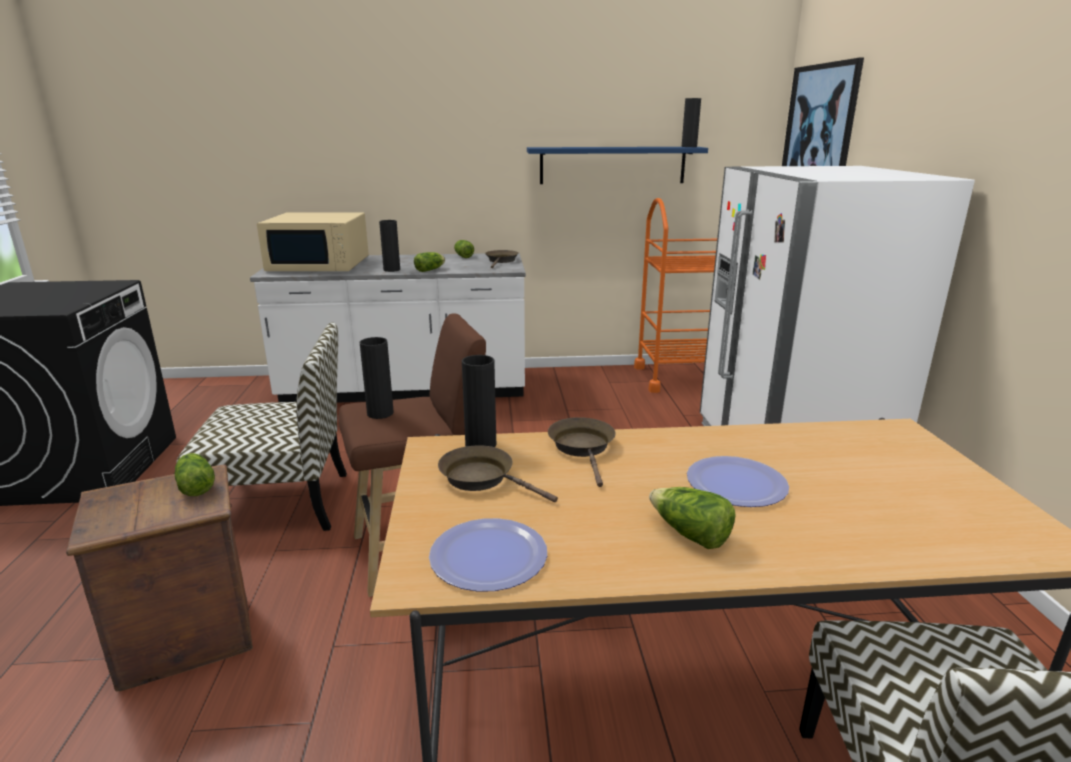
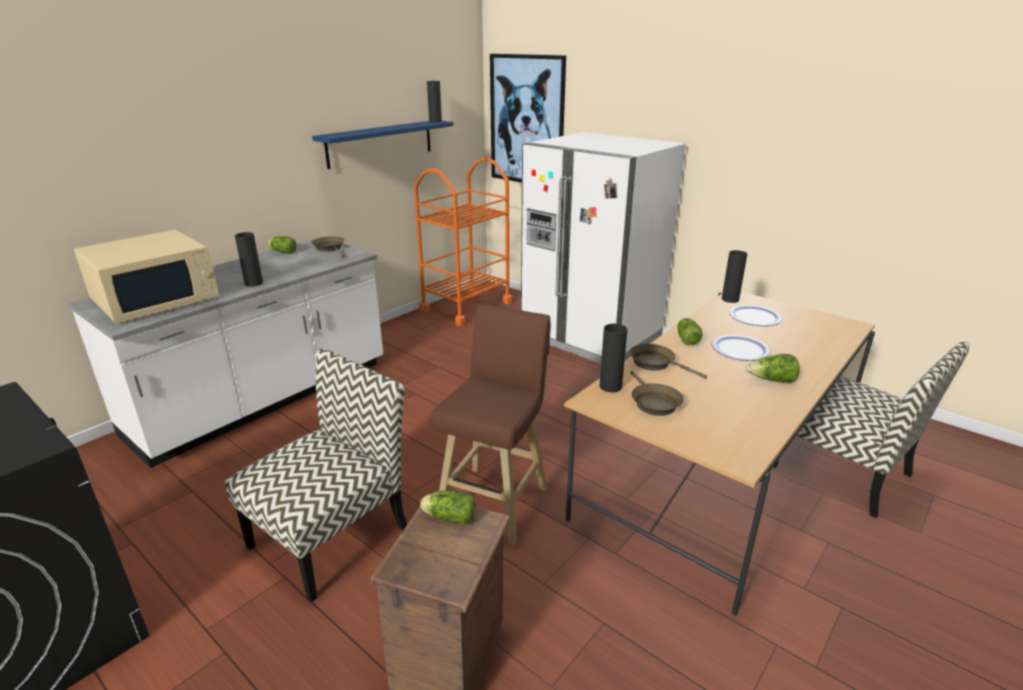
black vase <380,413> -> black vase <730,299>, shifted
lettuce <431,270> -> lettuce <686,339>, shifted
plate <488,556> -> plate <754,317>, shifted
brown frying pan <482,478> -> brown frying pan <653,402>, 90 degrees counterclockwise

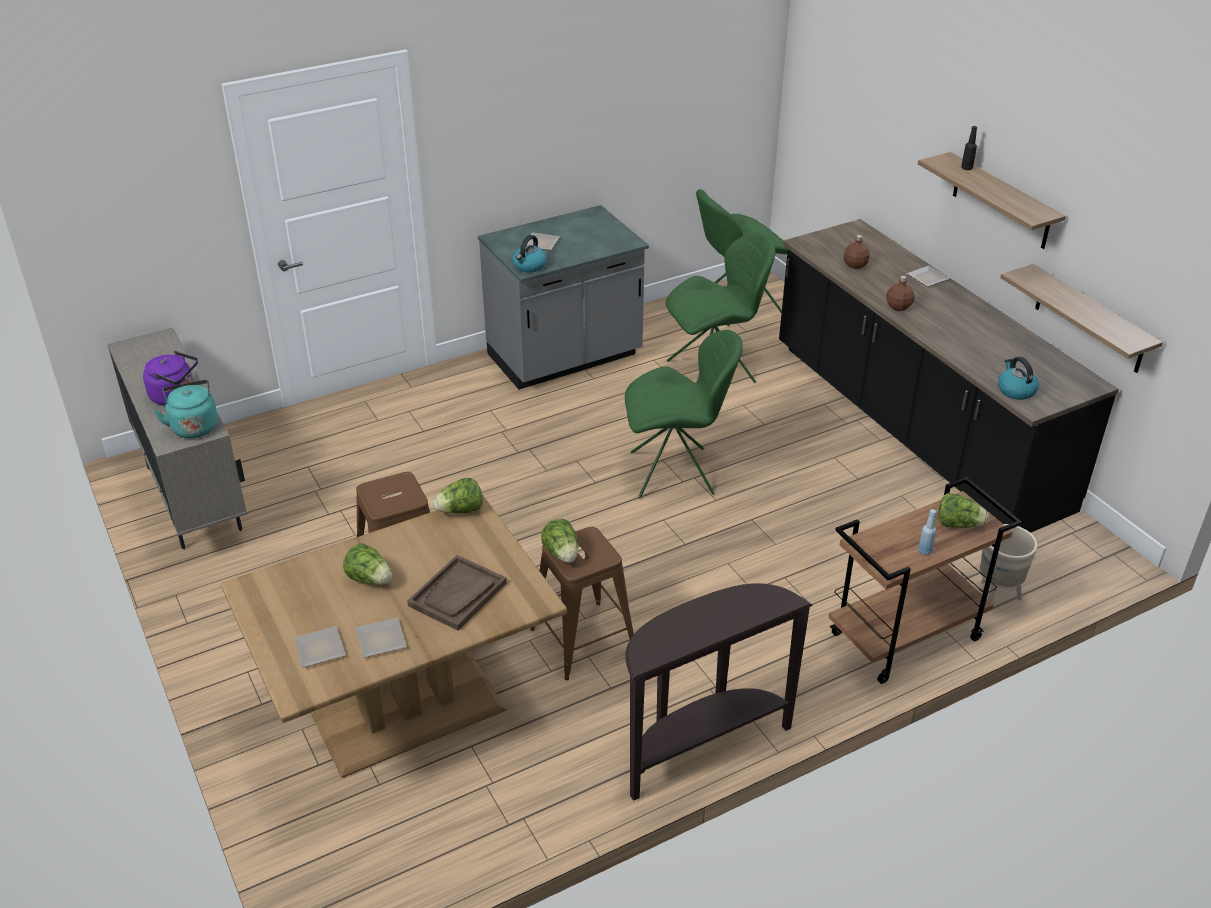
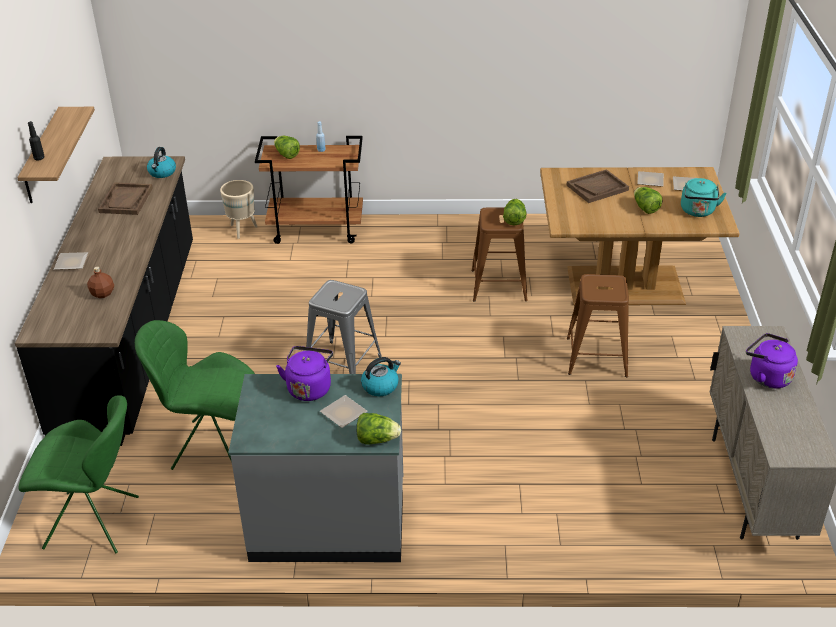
brown console table <700,746> -> none
brown bottle <899,307> -> none
shelf <1090,320> -> none
none -> brown tray <126,200>
none -> purple kettle <309,387>
turquoise kettle <194,426> -> turquoise kettle <698,212>, shifted
lettuce <460,510> -> lettuce <377,439>, shifted
green chair <676,473> -> grey stool <343,366>

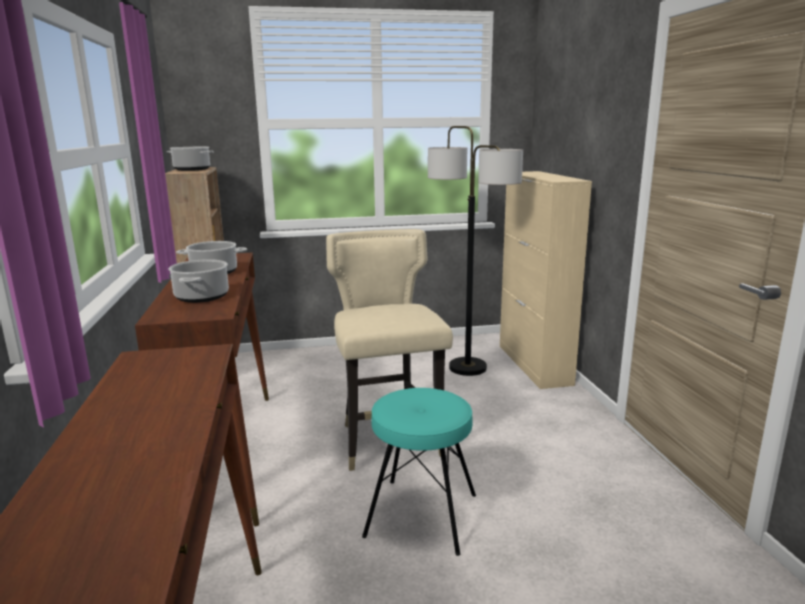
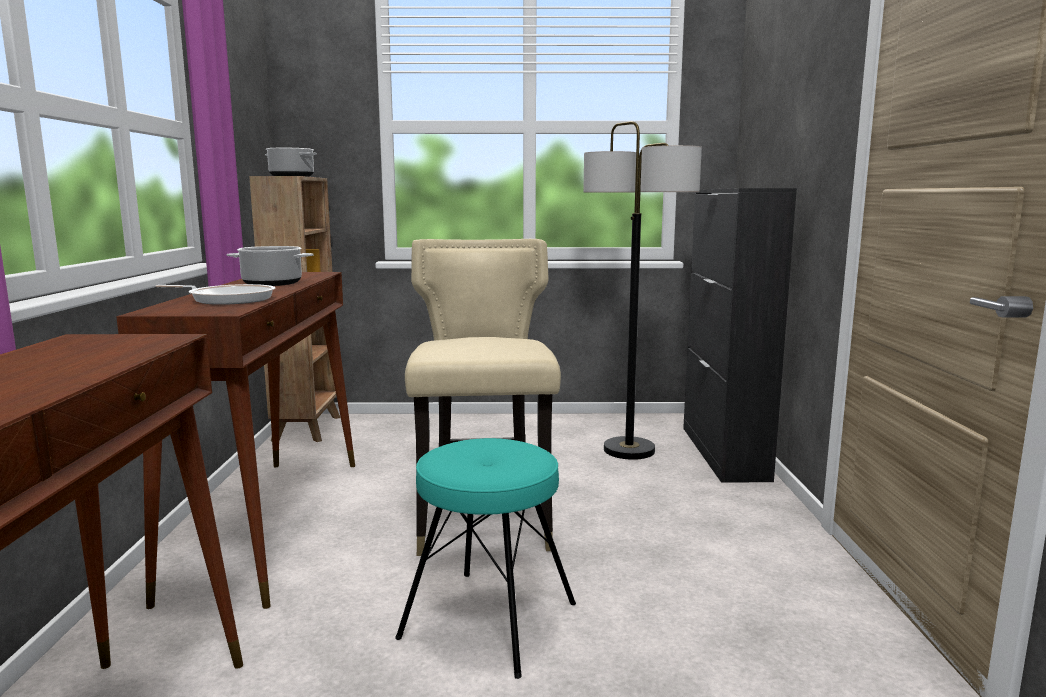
cooking pot <201,297> -> frying pan <228,299>
beige cabinet <534,364> -> black cabinet <723,453>

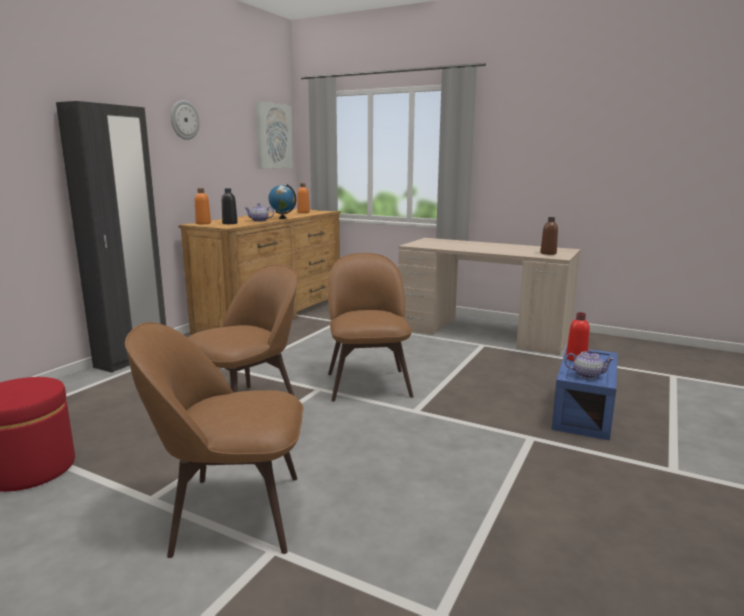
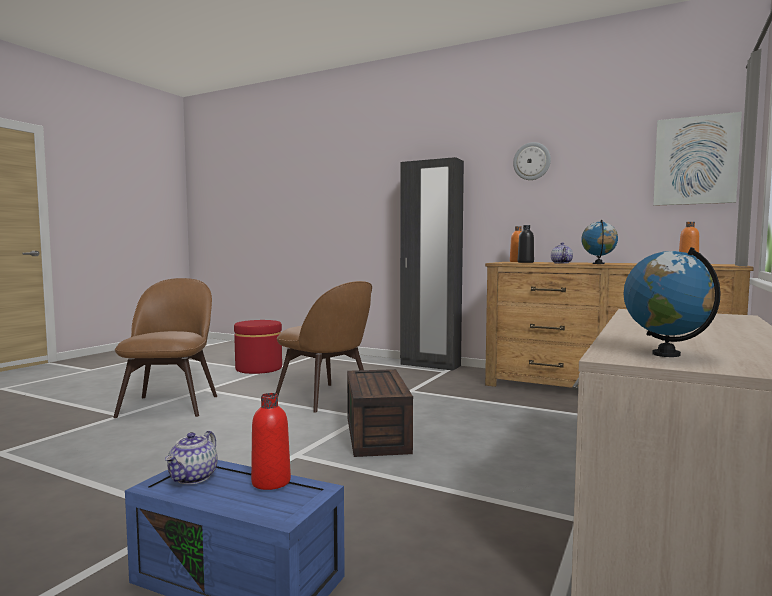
brown chair <368,383> -> brown storage box <379,435>
brown bottle <548,253> -> globe <666,354>

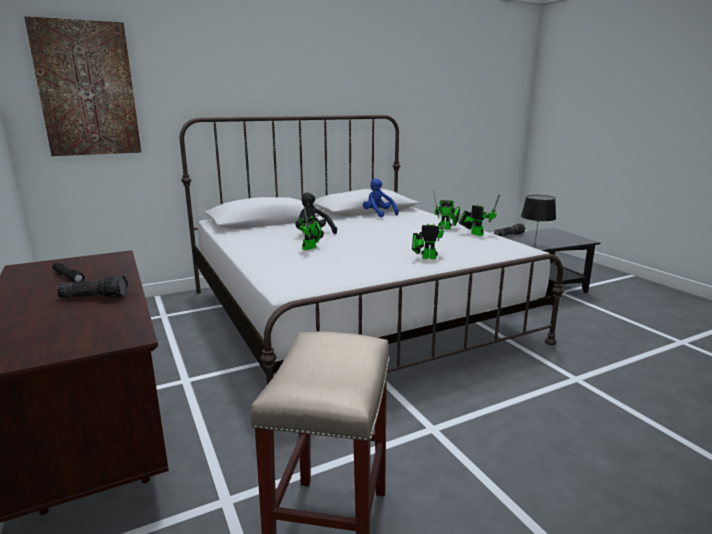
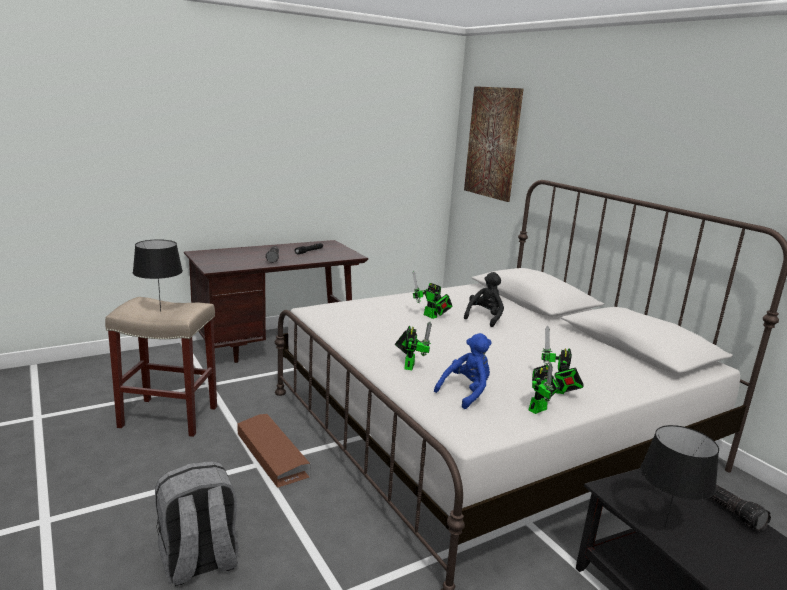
none -> black table lamp <161,311>
none -> grey backpack <199,562>
none -> brown storage box <272,454>
blue plush toy <378,214> -> blue plush toy <466,393>, shifted

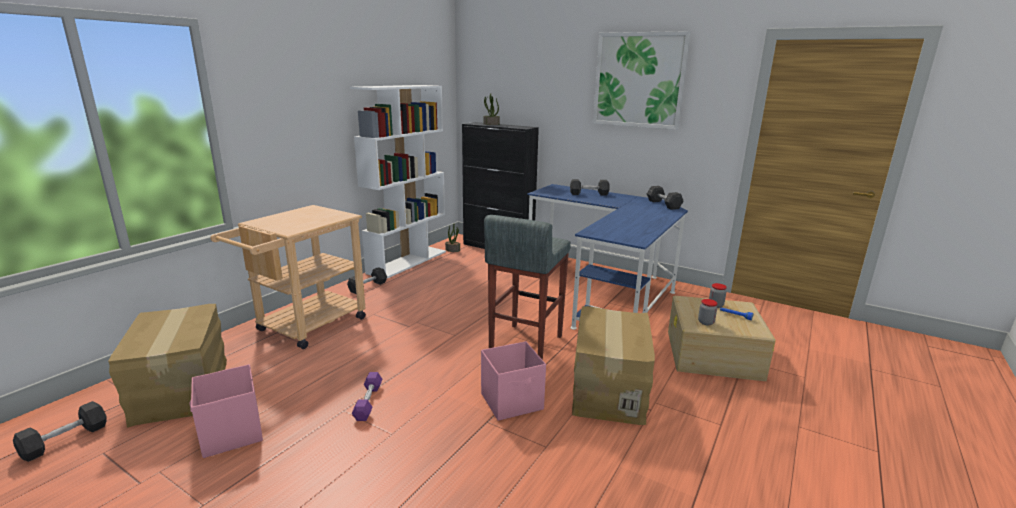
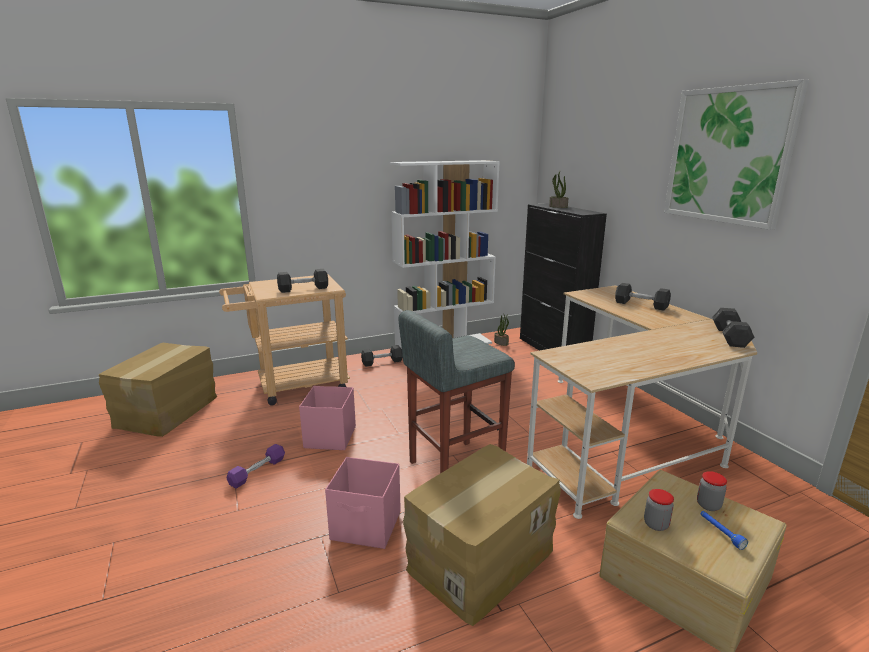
grey dumbbell <65,440> -> grey dumbbell <303,289>, shifted
pink storage box <231,434> -> pink storage box <329,438>, shifted
blue desk <606,289> -> beige desk <628,433>

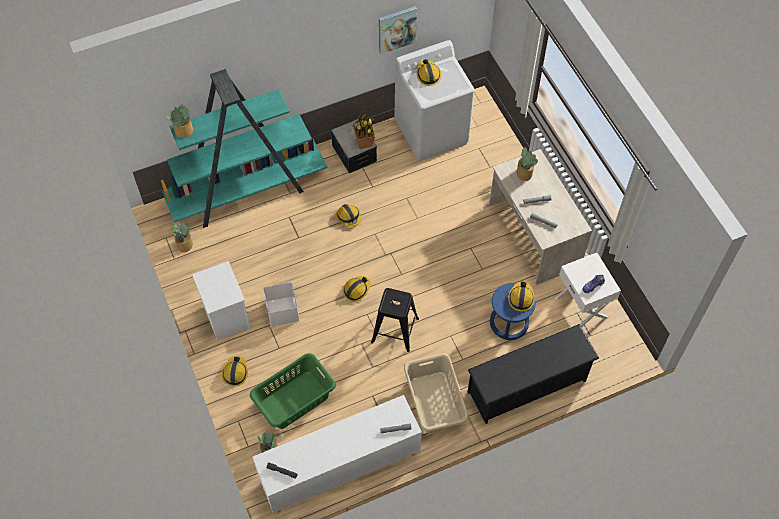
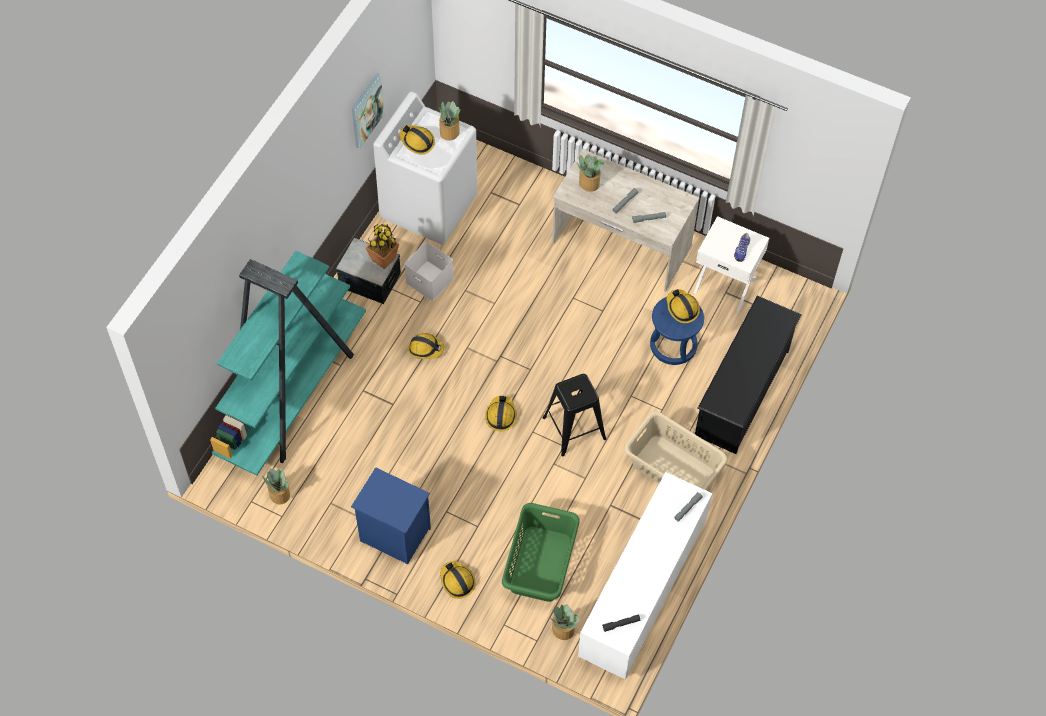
potted plant <183,131> -> potted plant <449,132>, shifted
white storage box <282,311> -> white storage box <428,281>, shifted
white nightstand <225,316> -> blue nightstand <393,535>

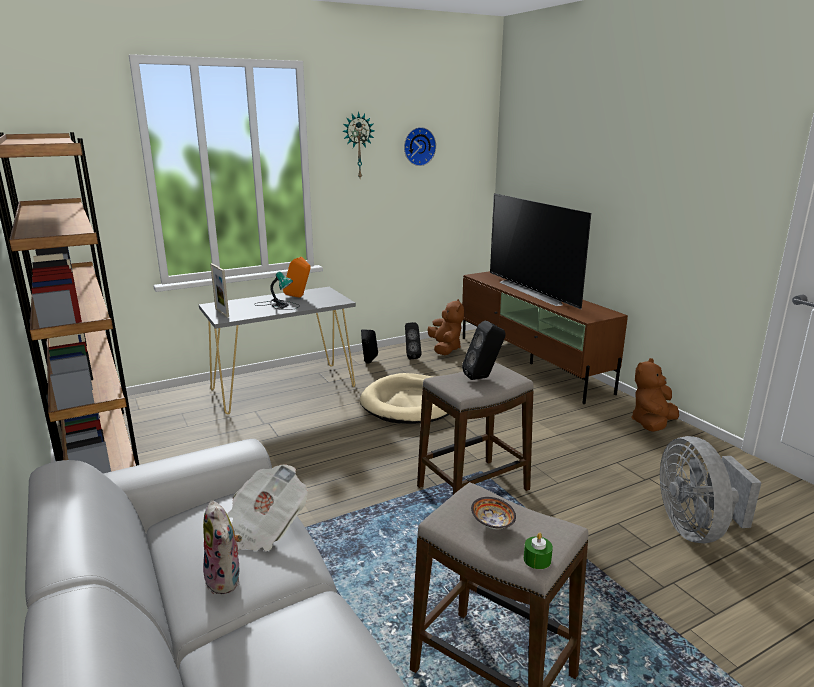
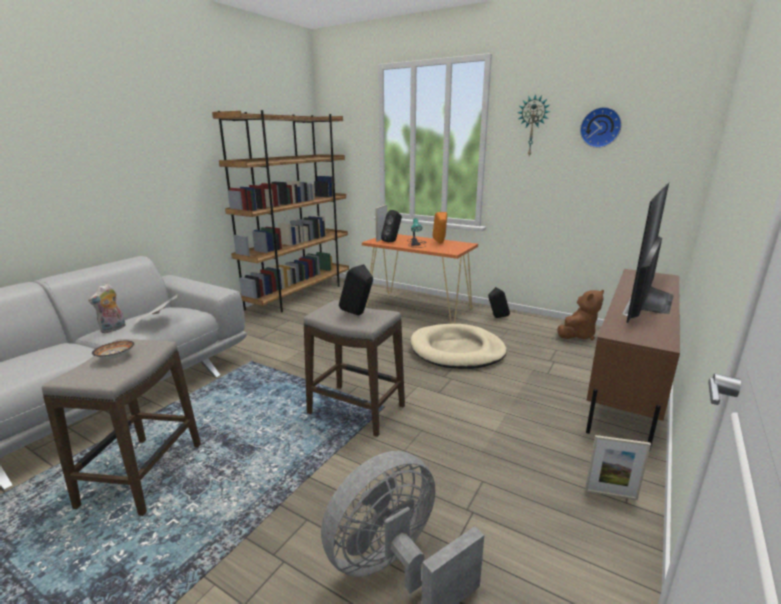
green candle <537,559> -> none
black speaker <411,356> -> black speaker <392,241>, shifted
brown plush toy <652,424> -> picture frame <610,494>
grey console table <284,388> -> orange console table <418,307>

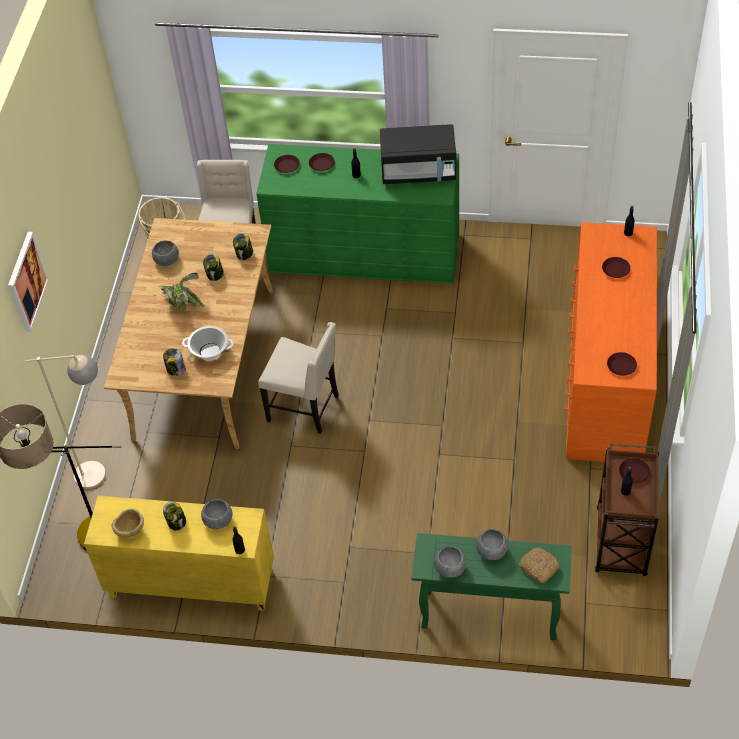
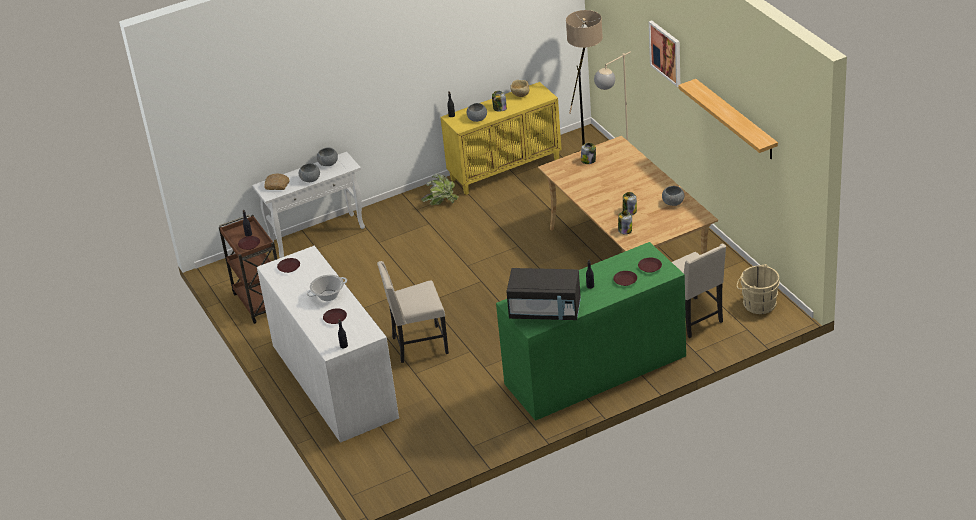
none -> shelf <735,120>
potted plant <182,304> -> potted plant <441,202>, shifted
cooking pot <209,351> -> cooking pot <328,295>, shifted
beige chair <305,408> -> beige chair <418,345>, shifted
green console table <488,615> -> white console table <318,236>
orange dresser <606,379> -> white dresser <334,380>
black microwave <418,171> -> black microwave <545,311>, 135 degrees counterclockwise

